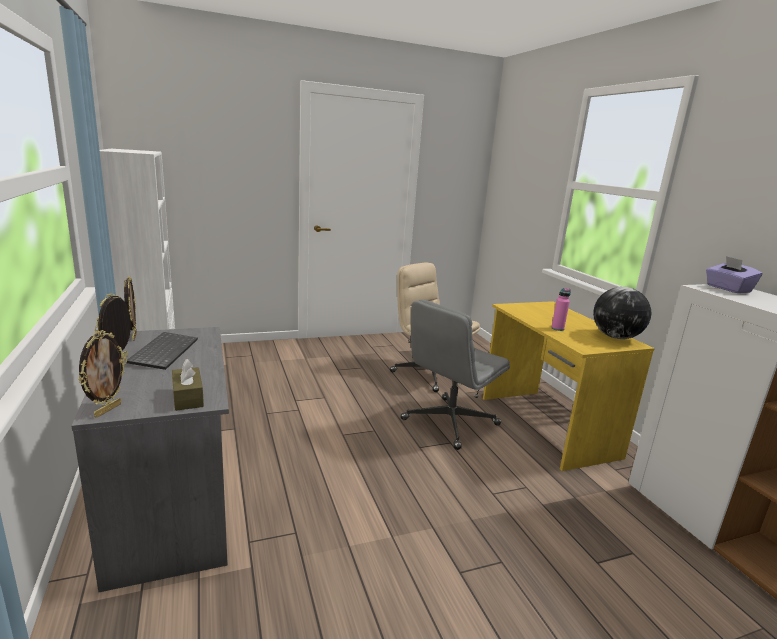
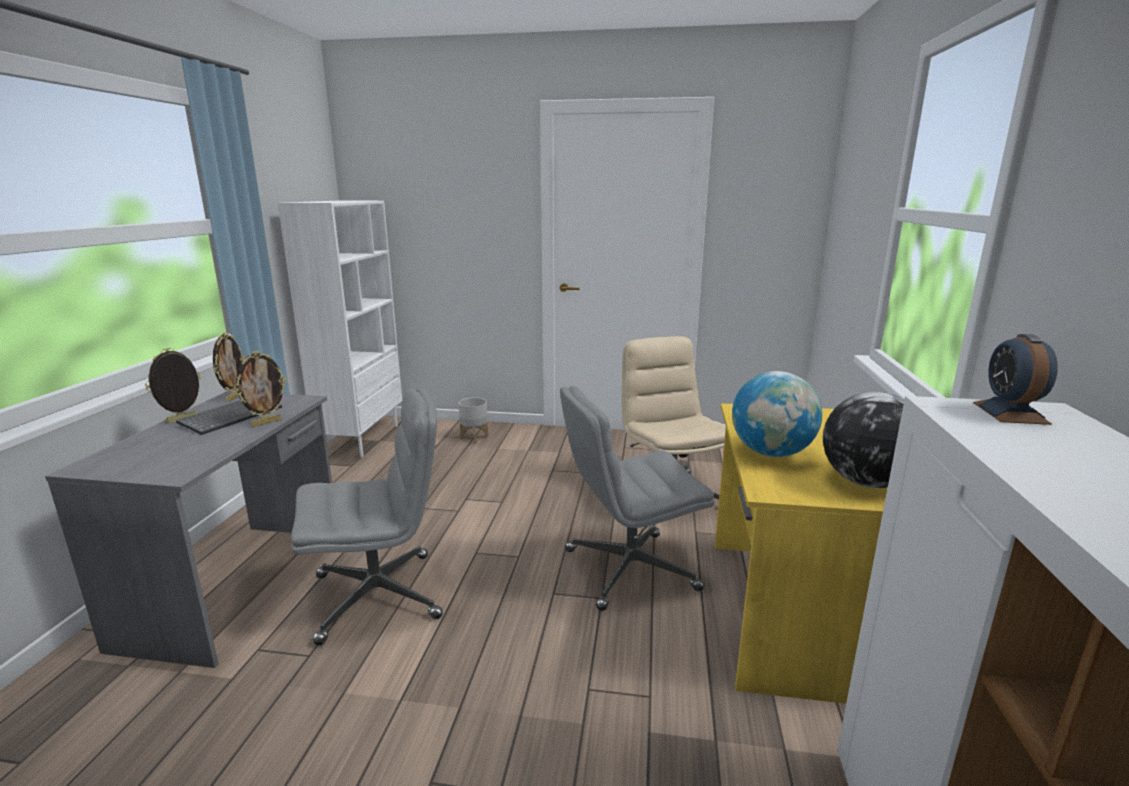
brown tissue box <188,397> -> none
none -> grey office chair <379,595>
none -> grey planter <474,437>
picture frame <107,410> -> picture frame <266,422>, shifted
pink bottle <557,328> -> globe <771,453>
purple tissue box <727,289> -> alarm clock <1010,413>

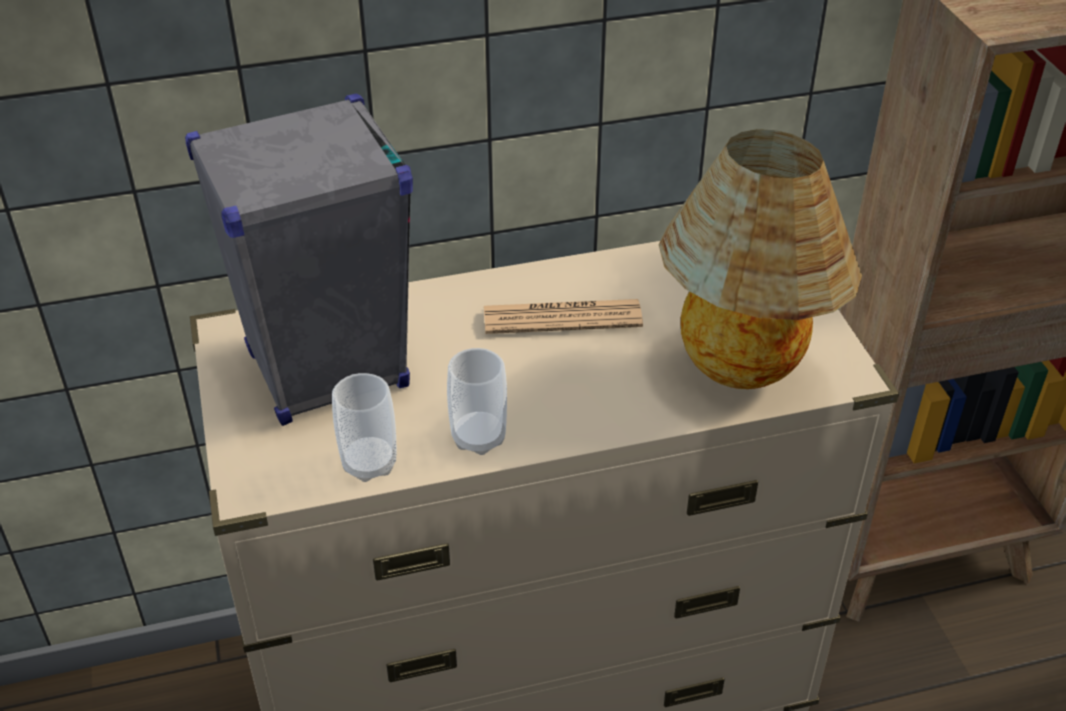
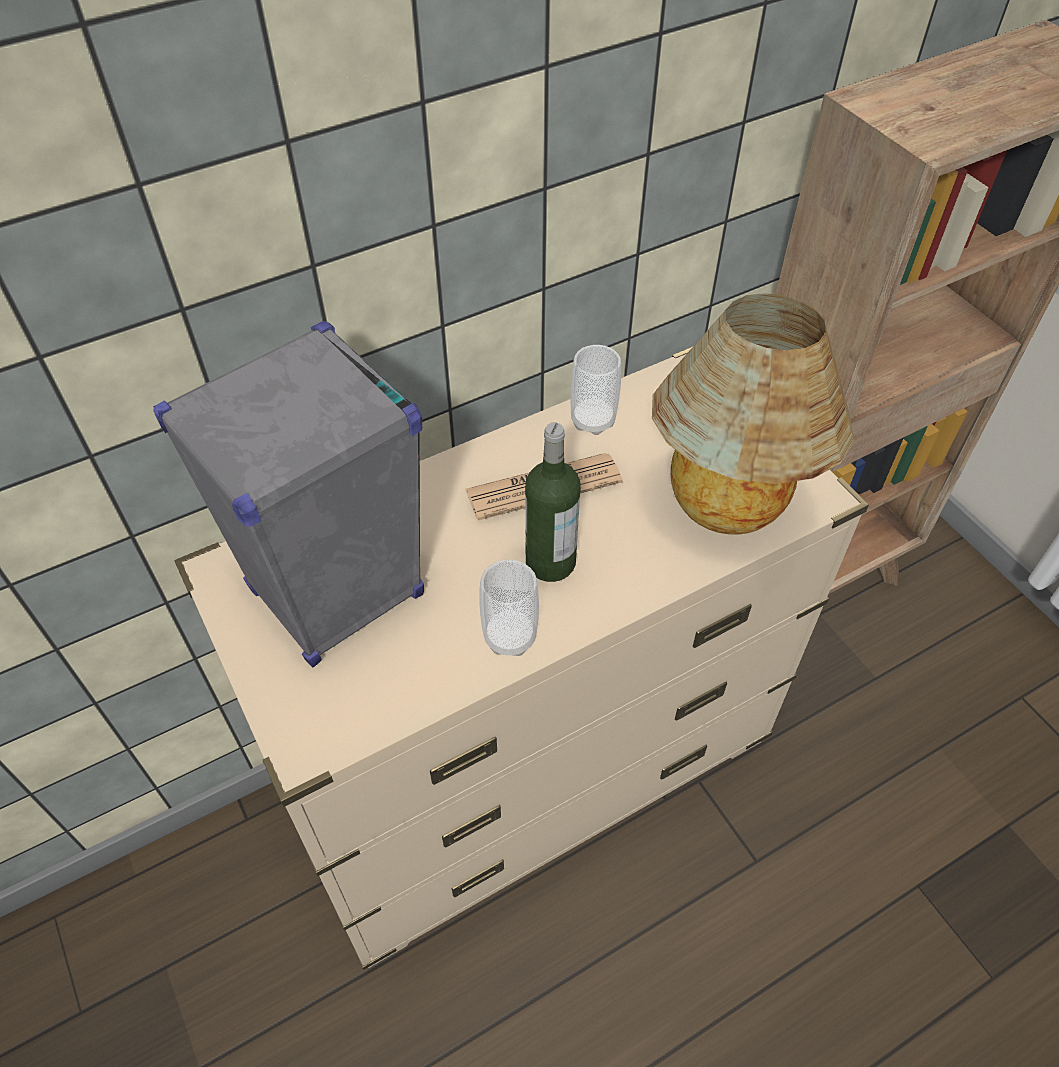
none -> bottle <550,562>
cup <369,463> -> cup <593,420>, shifted

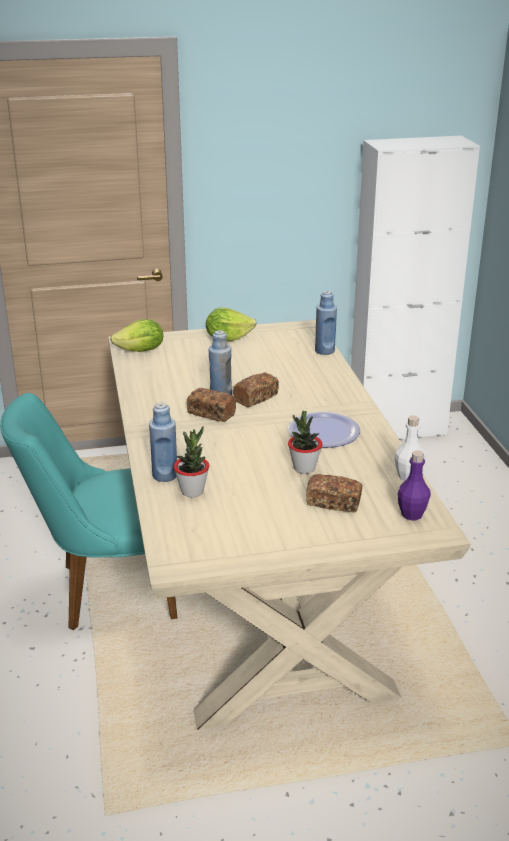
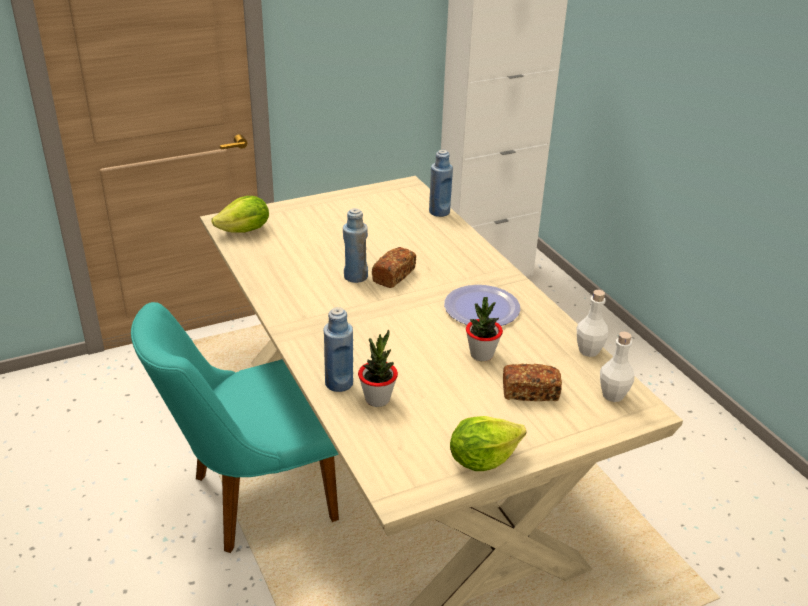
bread <211,413> -> none
lettuce <228,338> -> lettuce <482,459>, shifted
purple bottle <412,514> -> white bottle <613,395>

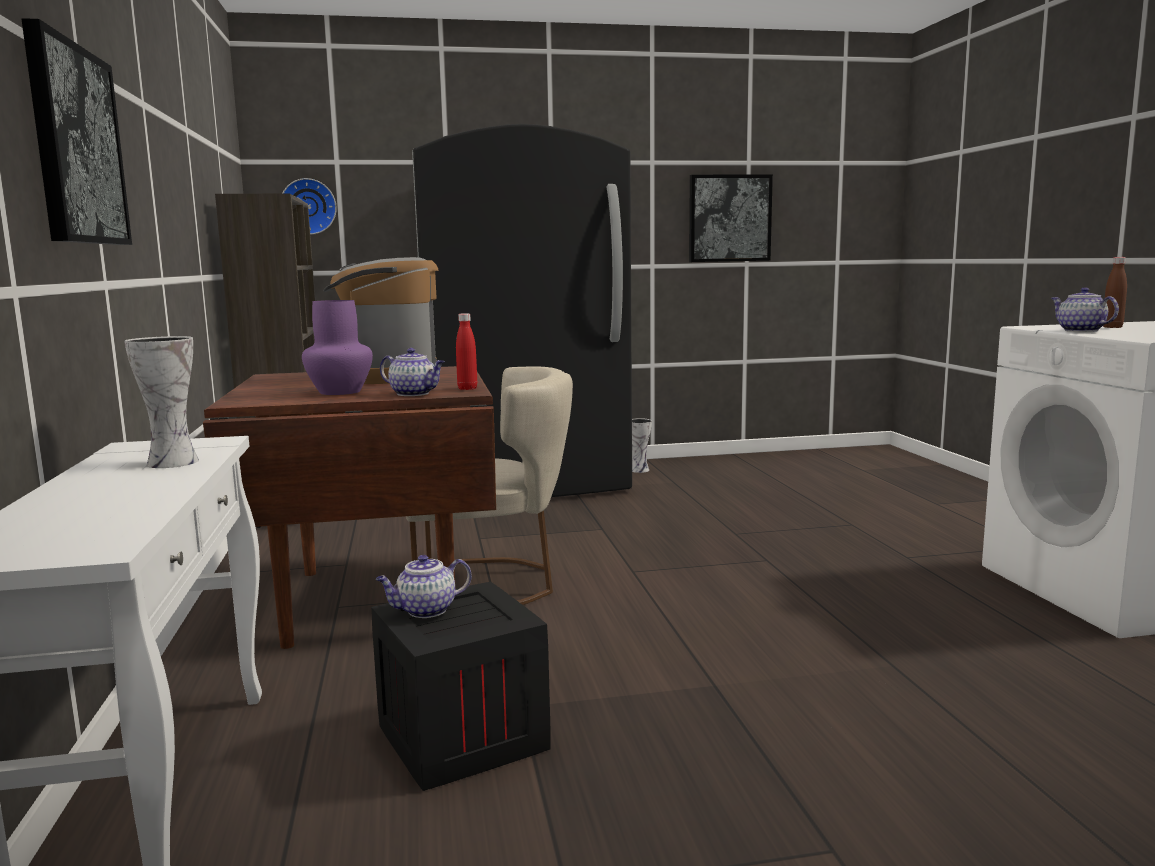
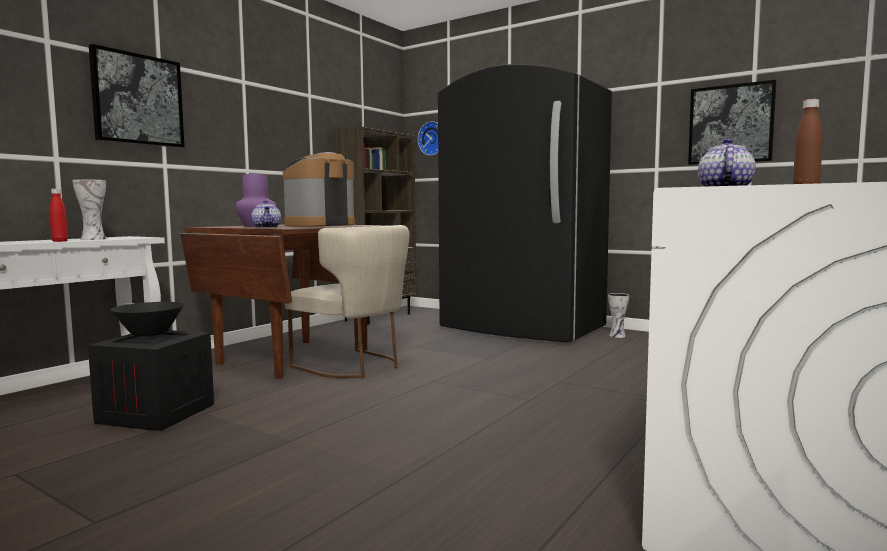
red bottle <467,388> -> red bottle <60,241>, shifted
teapot <425,611> -> black bowl <149,334>

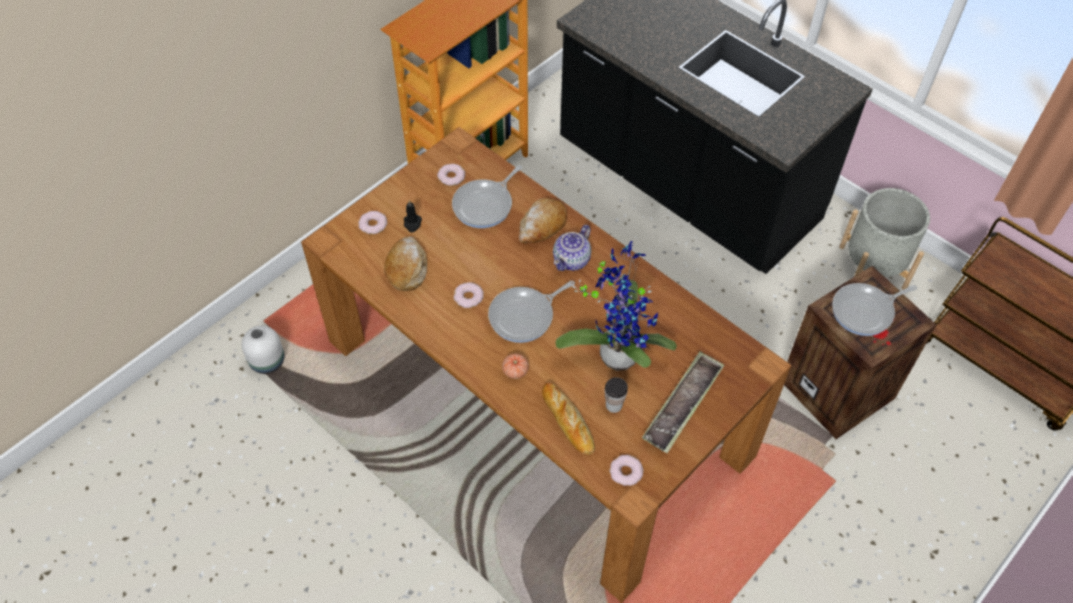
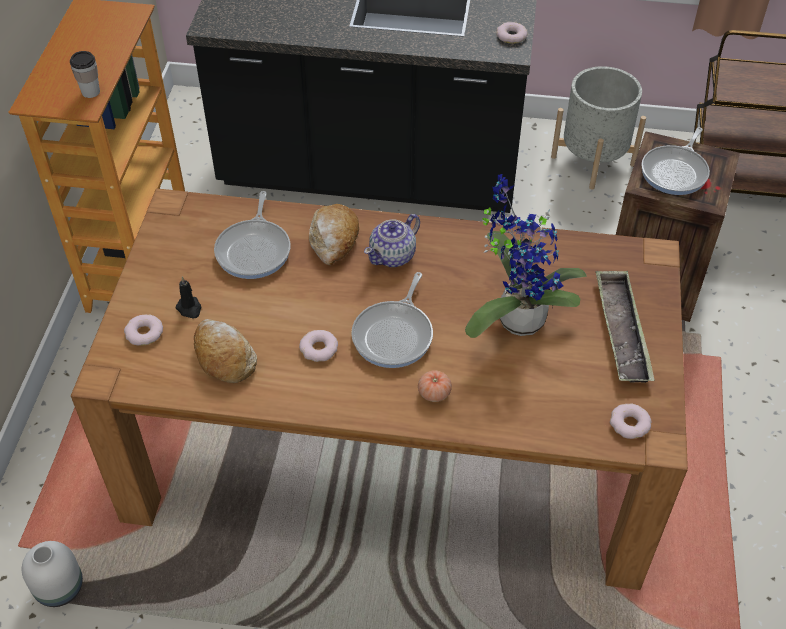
bread <567,421> -> none
donut <451,177> -> donut <511,36>, shifted
cup <613,405> -> cup <91,92>, shifted
teapot <572,260> -> teapot <393,256>, 45 degrees clockwise

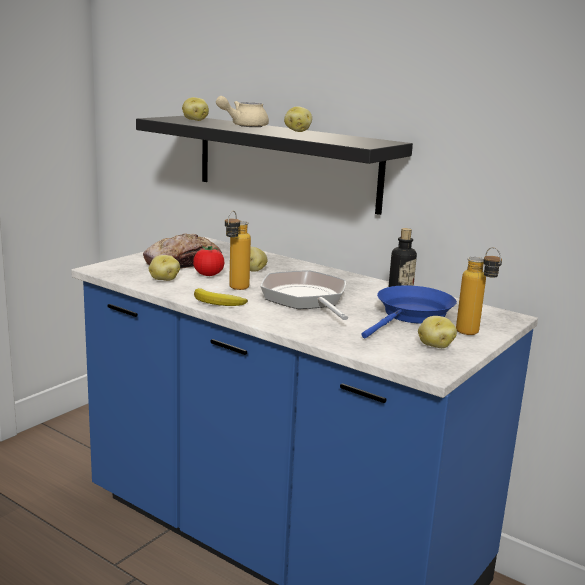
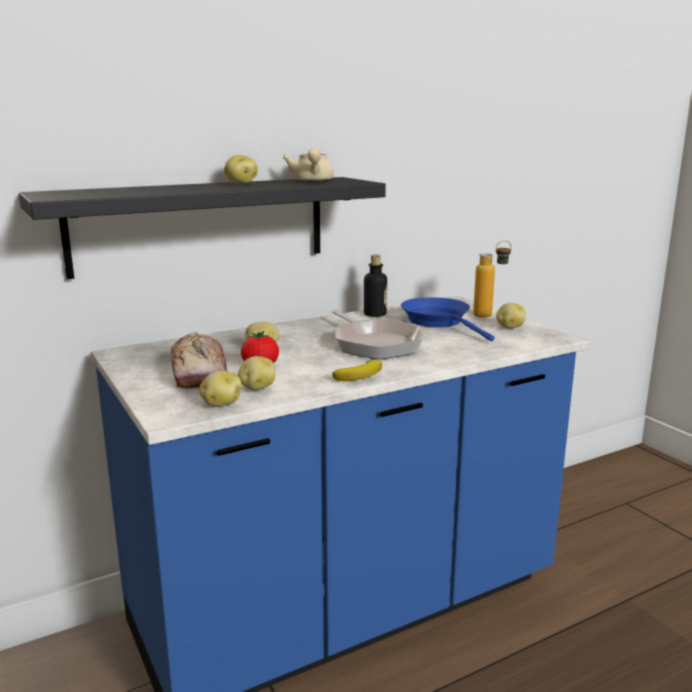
bottle <235,289> -> none
potato <195,120> -> potato <221,404>, shifted
beige teapot <244,126> -> beige teapot <312,181>, shifted
frying pan <306,299> -> frying pan <374,343>, 120 degrees counterclockwise

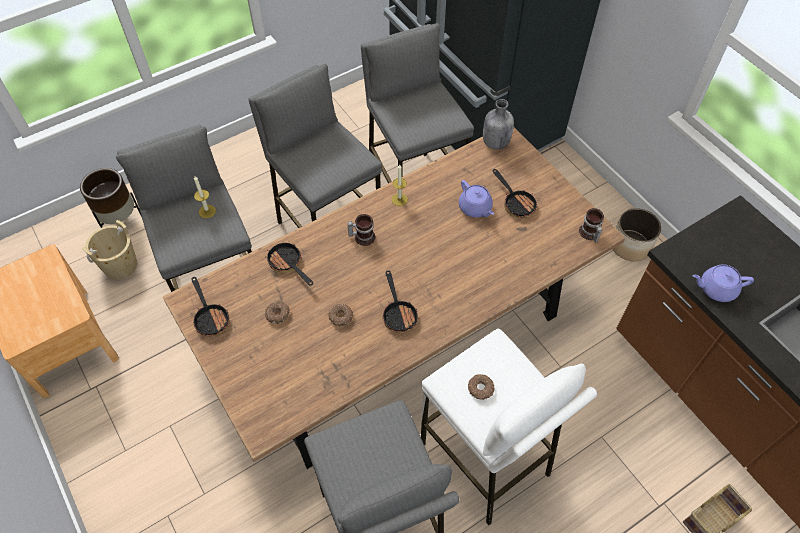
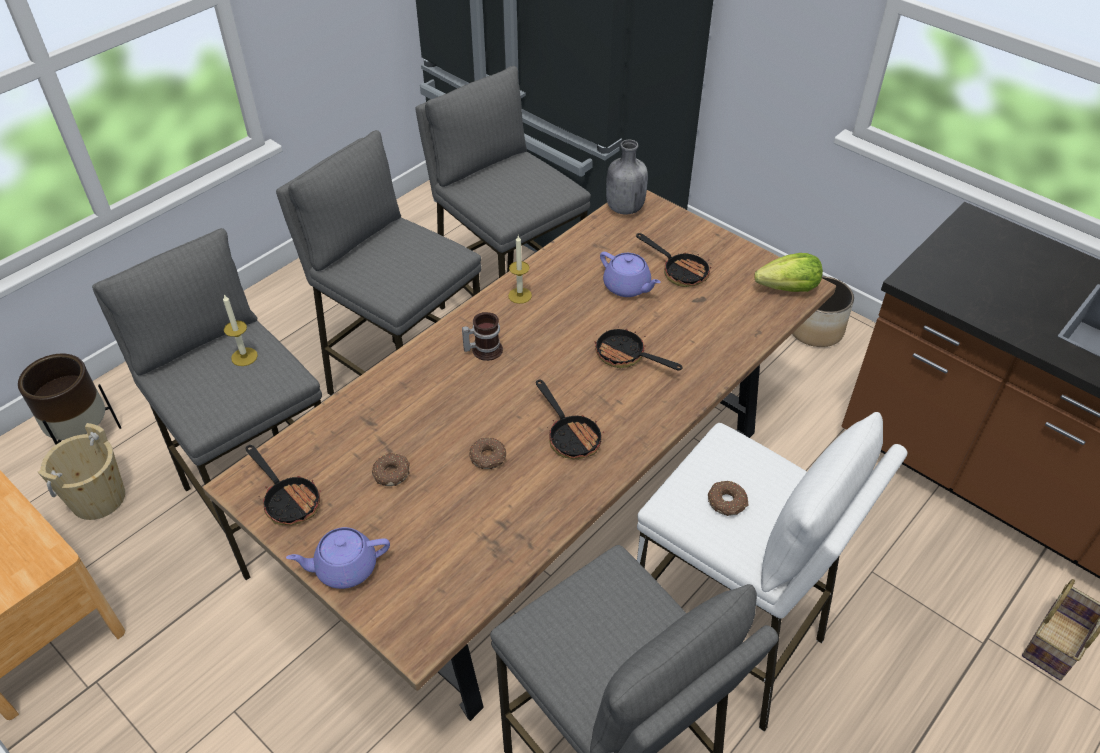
frying pan <288,264> -> frying pan <626,357>, shifted
purple teapot <716,289> -> purple teapot <344,568>, shifted
mug <589,233> -> lettuce <788,289>

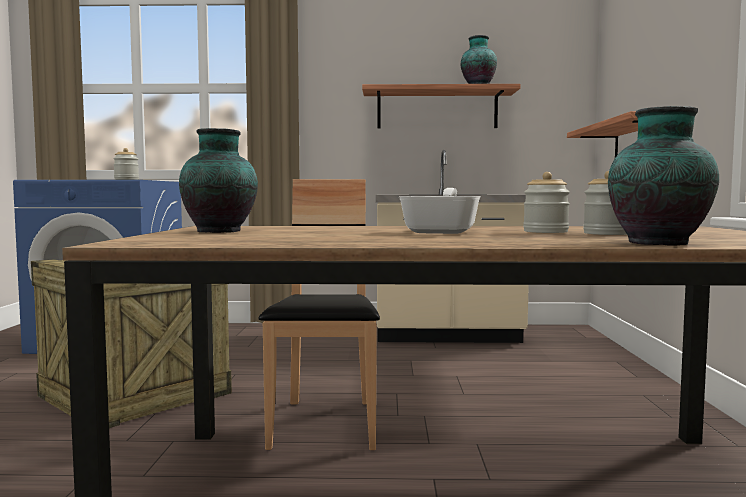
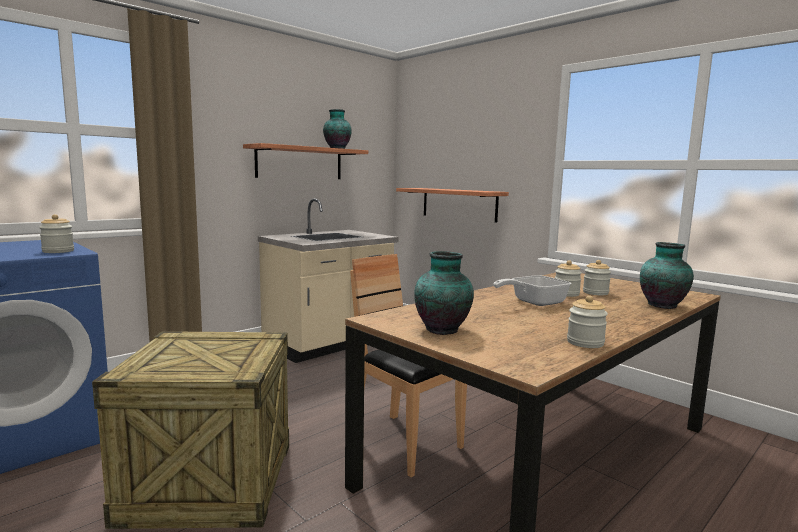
none -> jar <585,342>
frying pan <443,231> -> frying pan <533,302>, 90 degrees counterclockwise

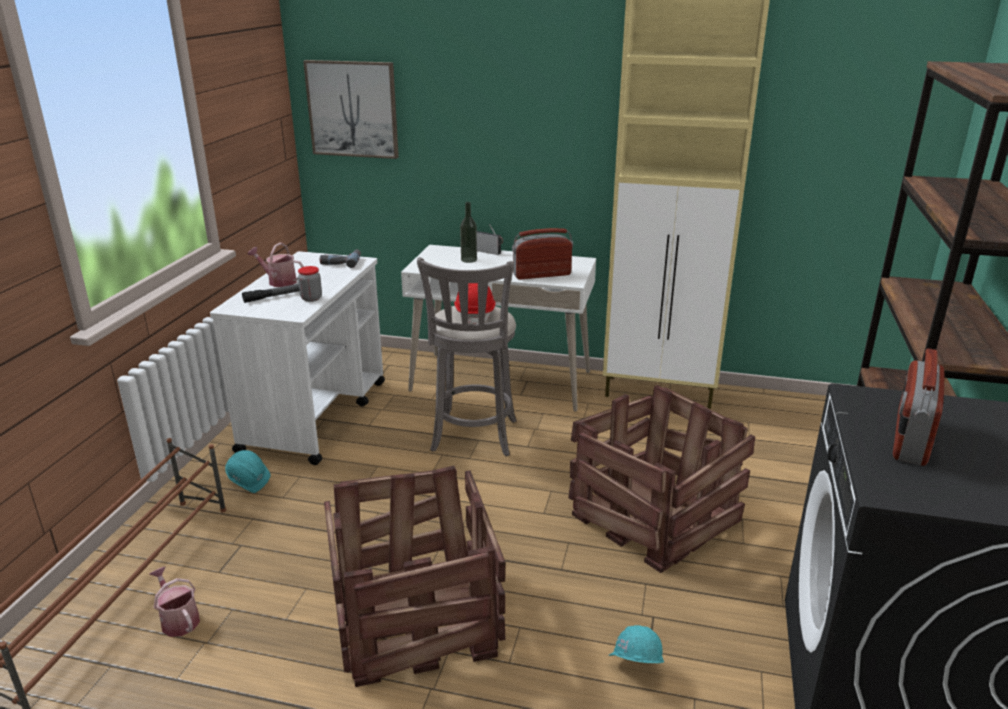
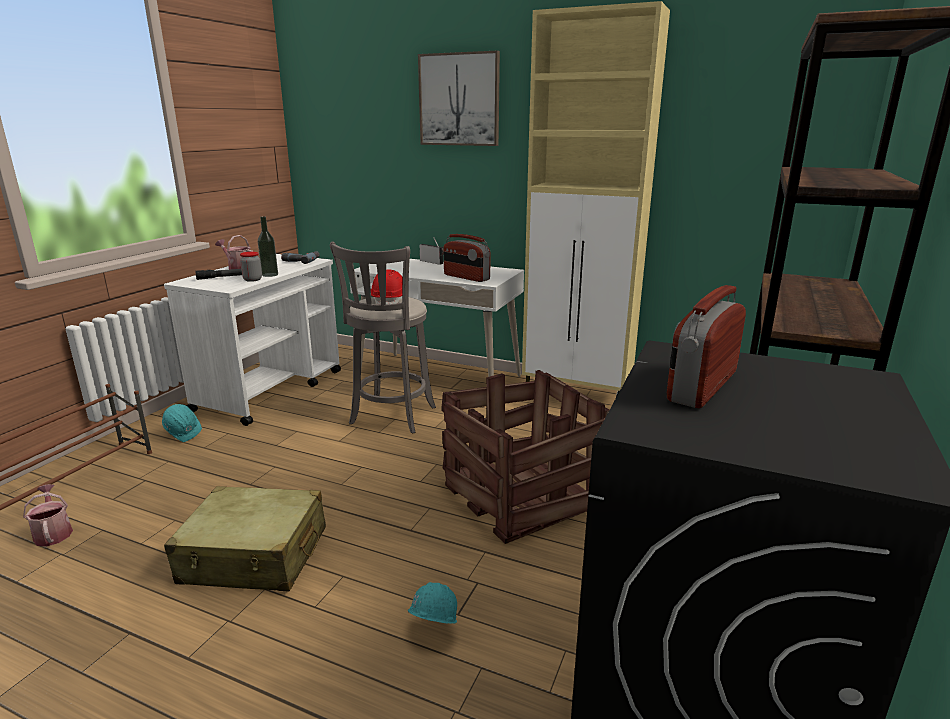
picture <353,109> -> picture <459,100>, shifted
bottle <469,260> -> bottle <270,275>, shifted
crate <417,617> -> beige suitcase <254,556>
radio <541,275> -> radio <466,277>, 135 degrees counterclockwise

